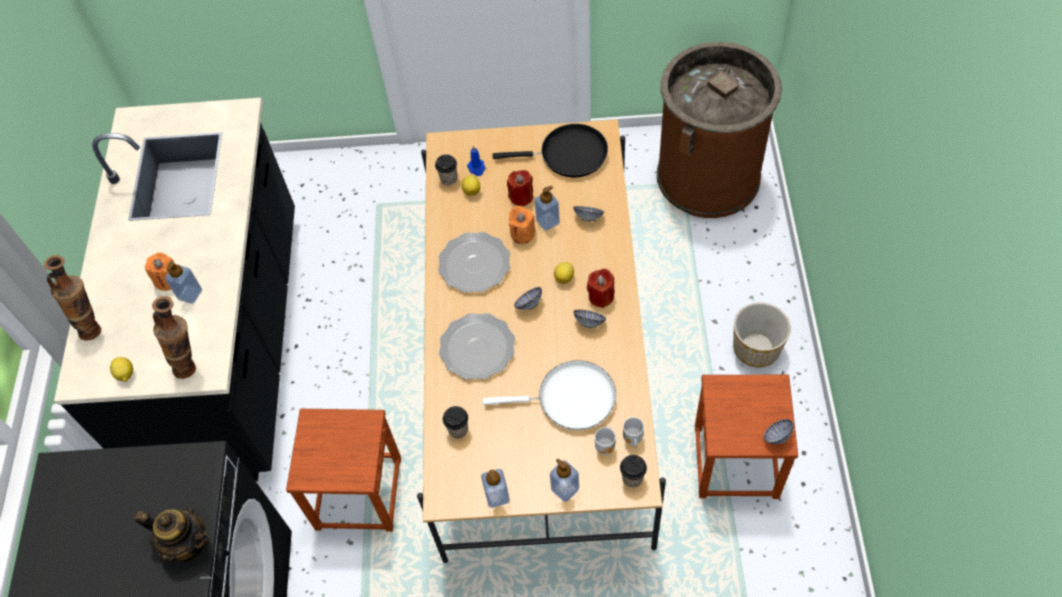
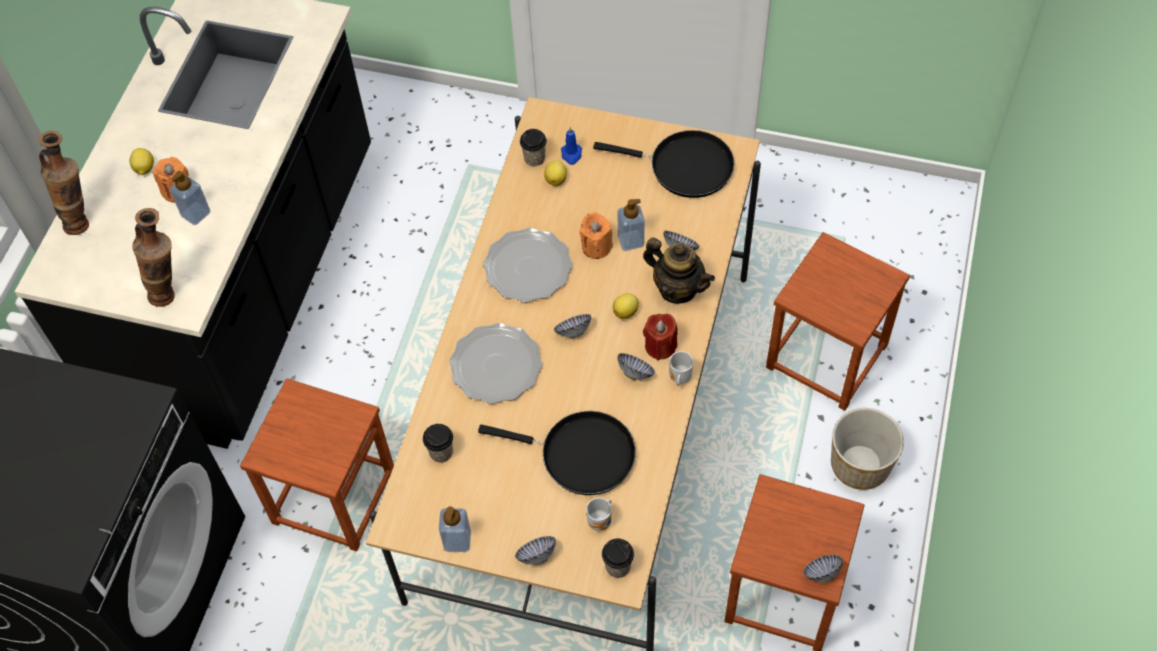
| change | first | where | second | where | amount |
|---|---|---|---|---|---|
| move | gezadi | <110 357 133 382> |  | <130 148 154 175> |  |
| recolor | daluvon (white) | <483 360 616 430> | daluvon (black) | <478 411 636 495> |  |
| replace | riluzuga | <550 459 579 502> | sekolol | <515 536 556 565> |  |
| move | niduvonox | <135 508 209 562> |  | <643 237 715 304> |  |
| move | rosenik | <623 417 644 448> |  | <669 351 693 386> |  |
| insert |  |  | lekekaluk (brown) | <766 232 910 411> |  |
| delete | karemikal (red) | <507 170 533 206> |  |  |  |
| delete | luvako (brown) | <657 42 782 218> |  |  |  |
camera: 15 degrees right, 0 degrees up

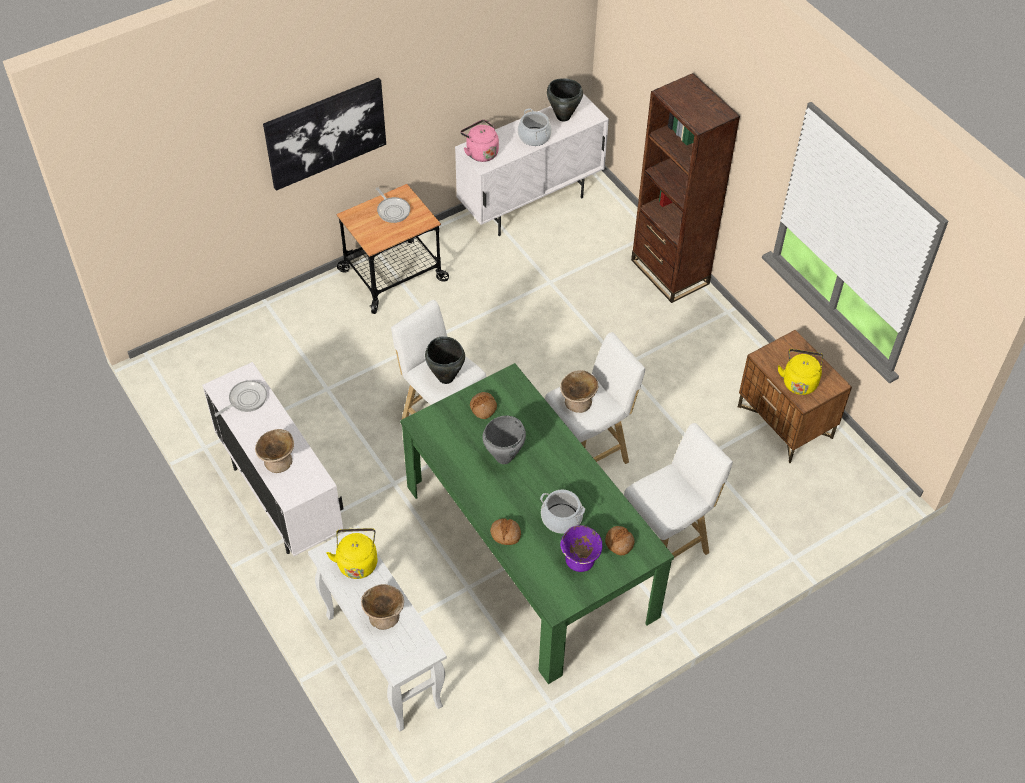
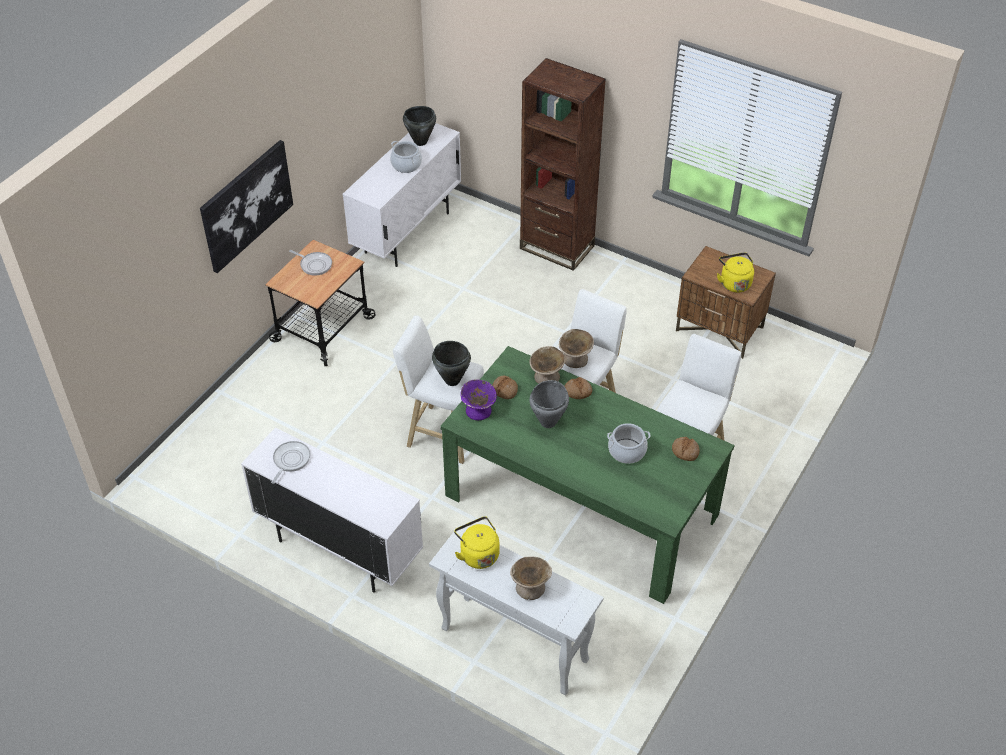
| change | first | where | second | where | amount |
|---|---|---|---|---|---|
| move | sekolol (purple) | <560 525 602 572> |  | <460 379 497 420> |  |
| move | sekolol (beige) | <255 429 294 473> |  | <530 346 566 384> |  |
| move | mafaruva | <490 518 521 545> |  | <565 377 592 399> |  |
| delete | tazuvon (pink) | <461 120 499 162> |  |  |  |
camera: 25 degrees left, 5 degrees down

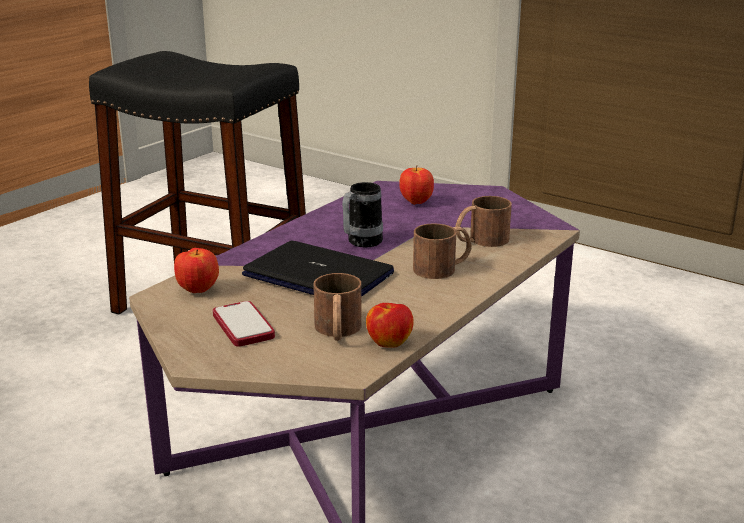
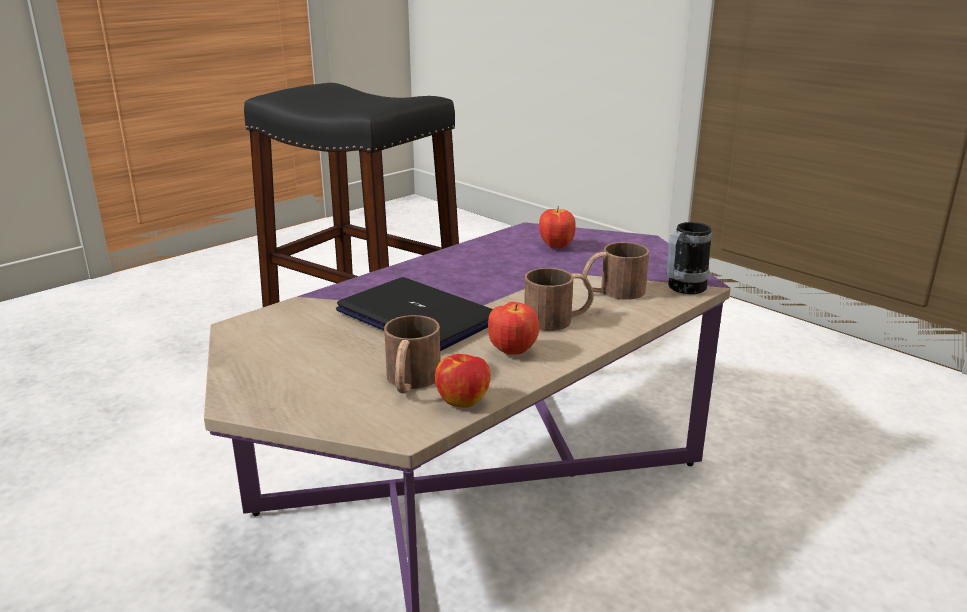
| change | first | where | second | where | amount |
|---|---|---|---|---|---|
| move | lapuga | <174 248 219 293> |  | <488 302 539 355> |  |
| move | rosenik | <342 182 383 247> |  | <667 222 712 294> |  |
| delete | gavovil | <213 301 275 347> |  |  |  |
camera: 10 degrees right, 0 degrees up

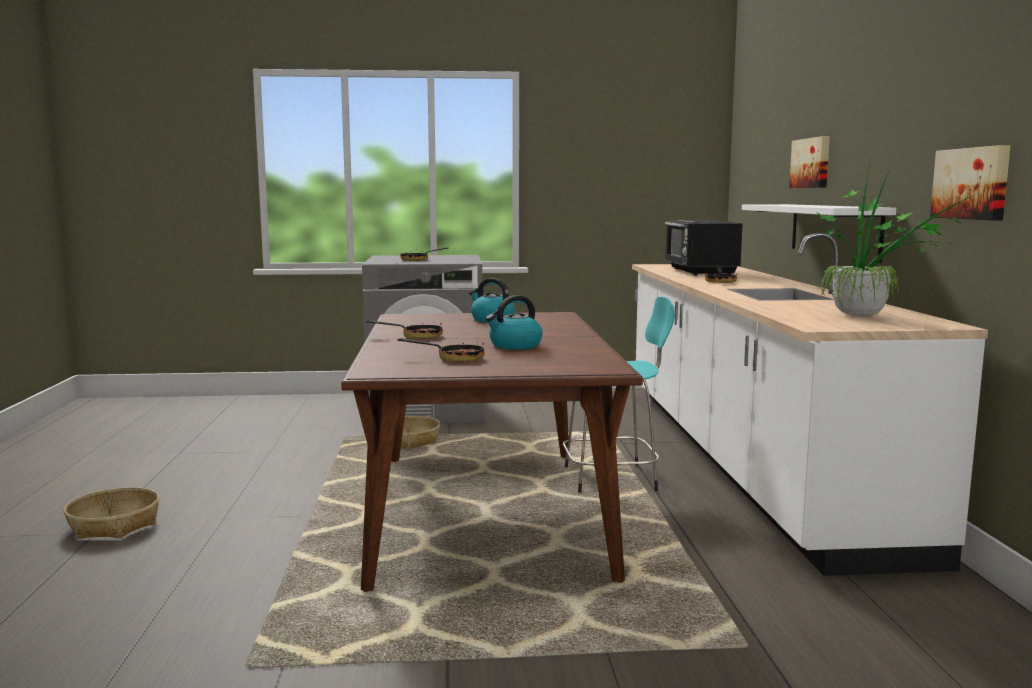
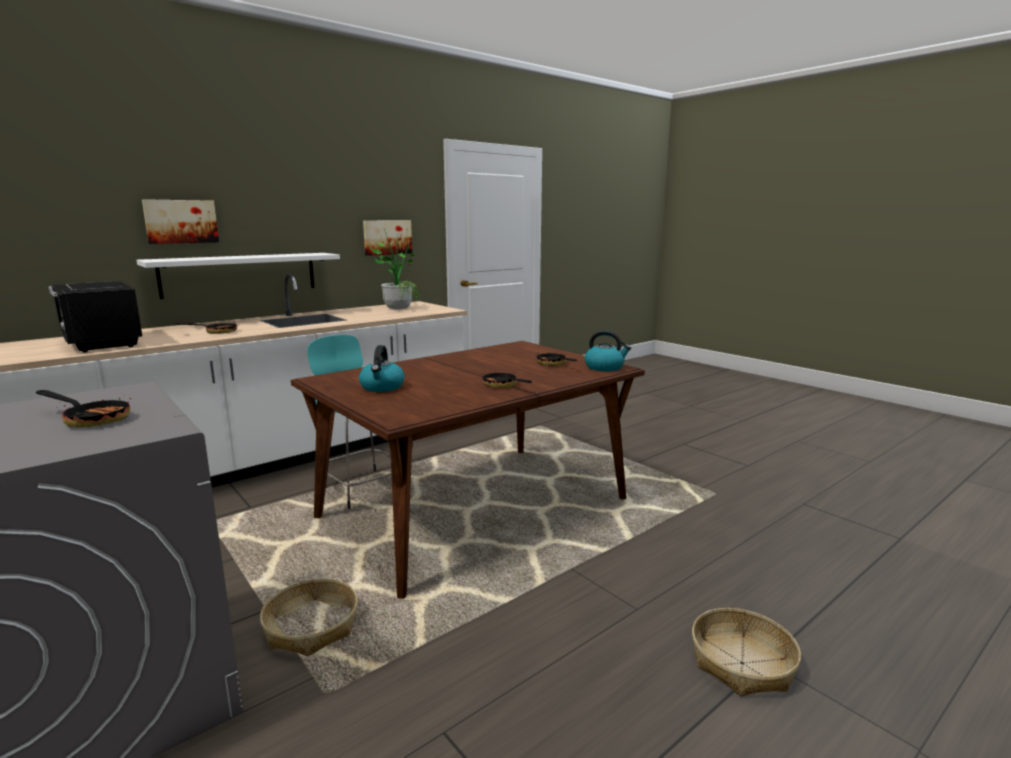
| change | first | where | second | where | amount |
|---|---|---|---|---|---|
| rotate | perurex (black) | <665 220 743 276> |  | <48 281 142 352> | 90 degrees clockwise |
| move | tazuvon | <486 295 543 349> |  | <585 330 631 372> |  |
camera: 125 degrees left, 5 degrees up

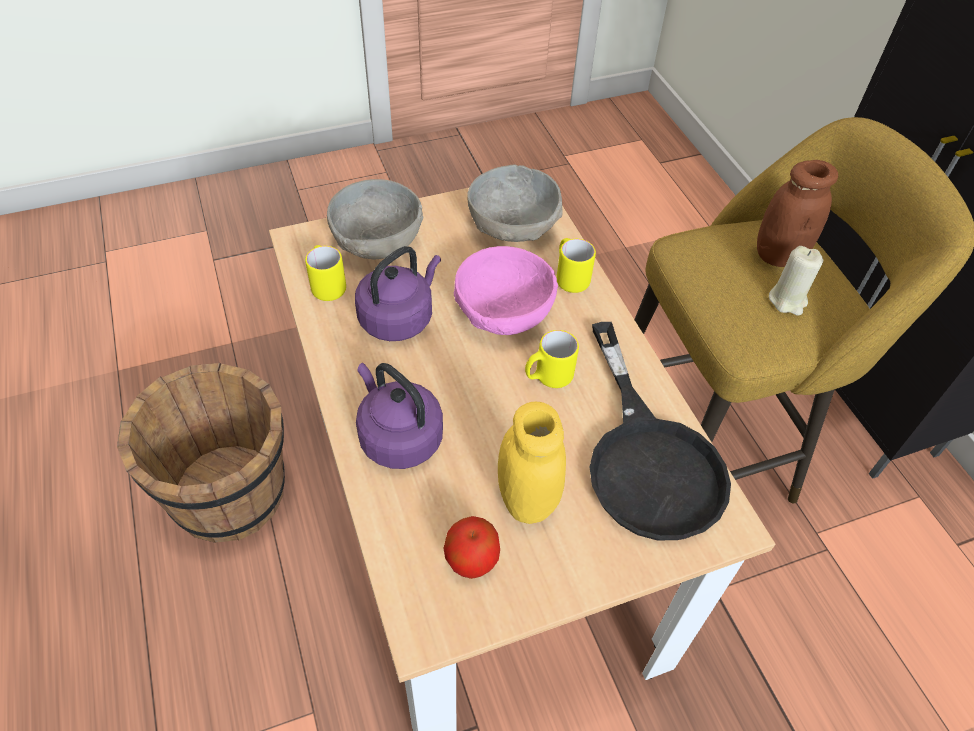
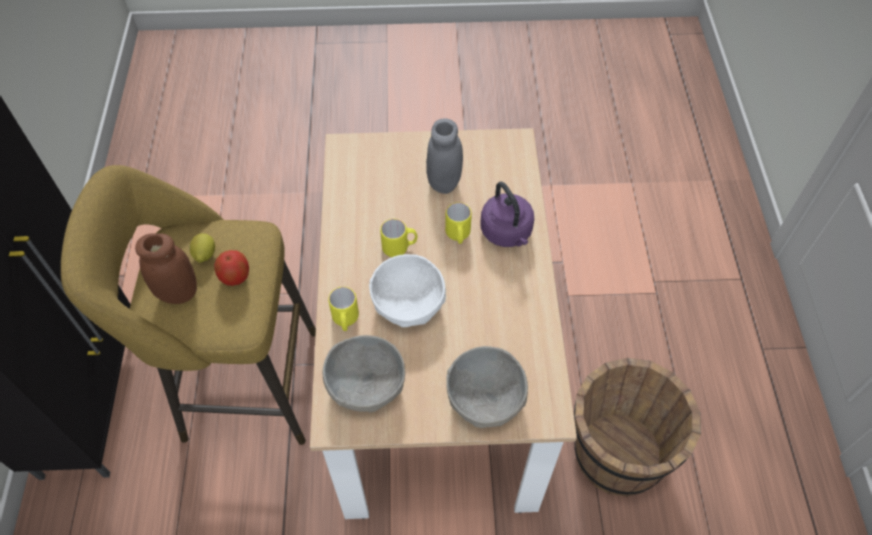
| change | first | where | second | where | amount |
|---|---|---|---|---|---|
| replace | karemikal (beige) | <769 246 823 315> | gezadi | <189 233 215 263> |  |
| move | lapuga | <443 516 500 579> |  | <214 250 249 286> |  |
| recolor | sekolol (pink) | <454 246 558 335> | sekolol (white) | <369 254 446 327> |  |
| recolor | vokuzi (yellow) | <498 402 566 524> | vokuzi (grey) | <426 118 463 194> |  |
| move | rosenik (yellow) | <305 245 346 301> |  | <445 202 472 244> |  |
| delete | tazuvon (purple) | <355 246 441 341> |  |  |  |
| delete | daluvon (black) | <590 322 731 541> |  |  |  |
camera: 160 degrees left, 5 degrees up

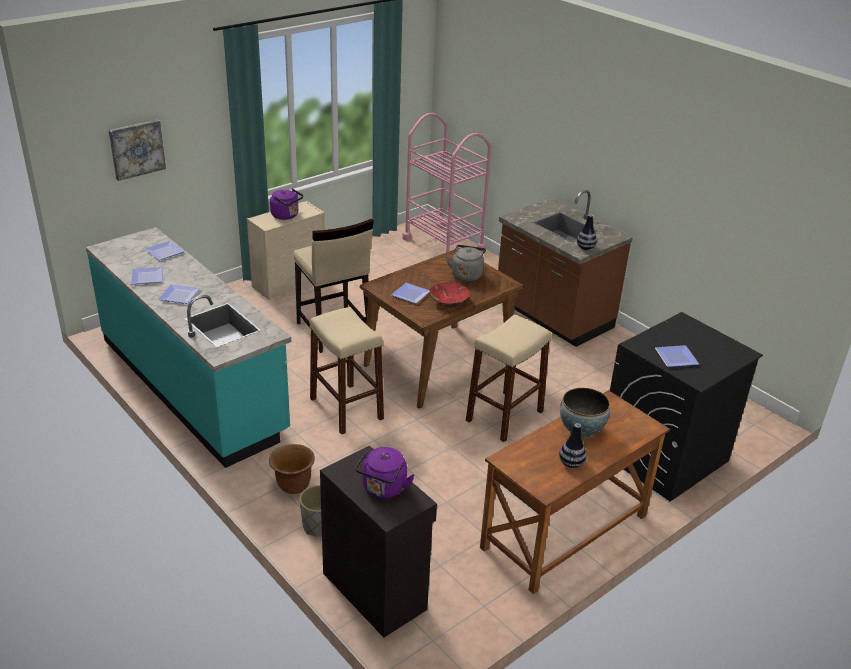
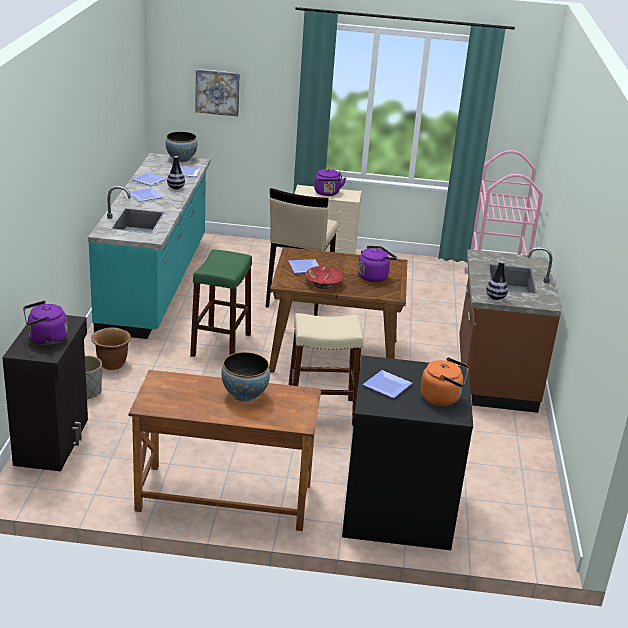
| change | first | where | second | where | amount |
|---|---|---|---|---|---|
| insert |  |  | sekolol | <166 132 197 163> |  |
| move | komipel | <559 423 586 468> |  | <167 156 185 190> |  |
| recolor | lekekaluk (beige) | <310 307 384 435> | lekekaluk (green) | <190 250 252 357> |  |
| recolor | tazuvon (grey) | <446 245 486 281> | tazuvon (purple) | <358 246 397 282> |  |
| insert |  |  | tazuvon (orange) | <420 357 469 406> |  |
camera: 45 degrees right, 5 degrees down

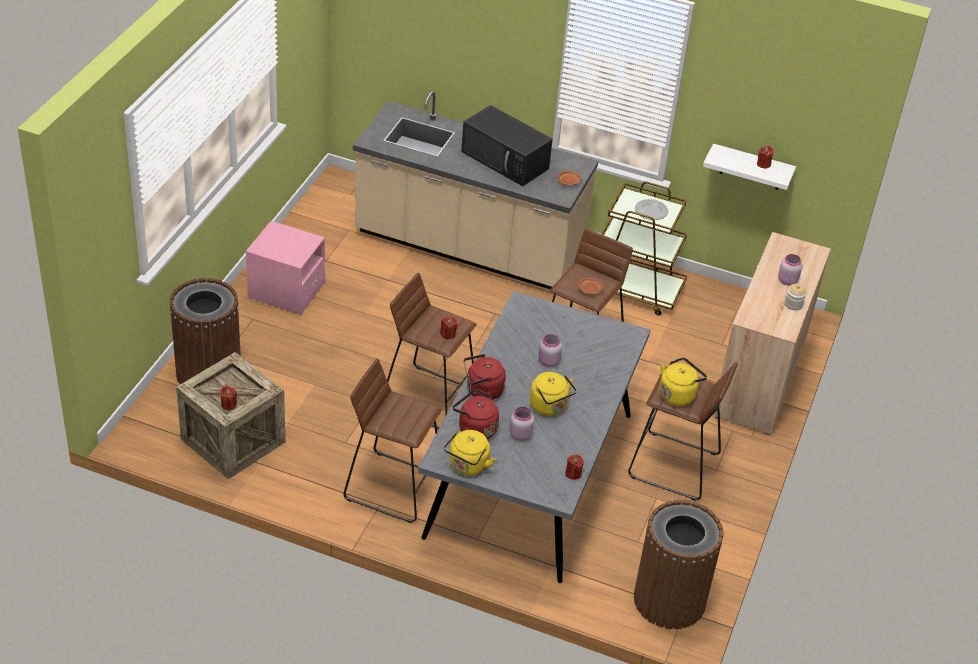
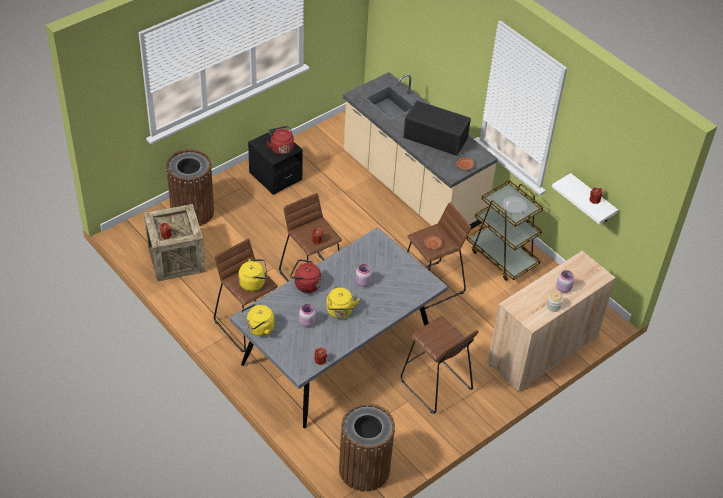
| change | first | where | second | where | amount |
|---|---|---|---|---|---|
| move | tazuvon (yellow) | <659 357 707 406> |  | <238 259 267 291> |  |
| recolor | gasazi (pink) | <246 221 325 315> | gasazi (black) | <248 130 303 195> |  |
| move | tazuvon (red) | <453 389 499 439> |  | <267 126 294 155> |  |
| rotate | perurex (black) | <461 105 552 186> |  | <403 100 471 156> | 135 degrees clockwise |
camera: 30 degrees right, 5 degrees up

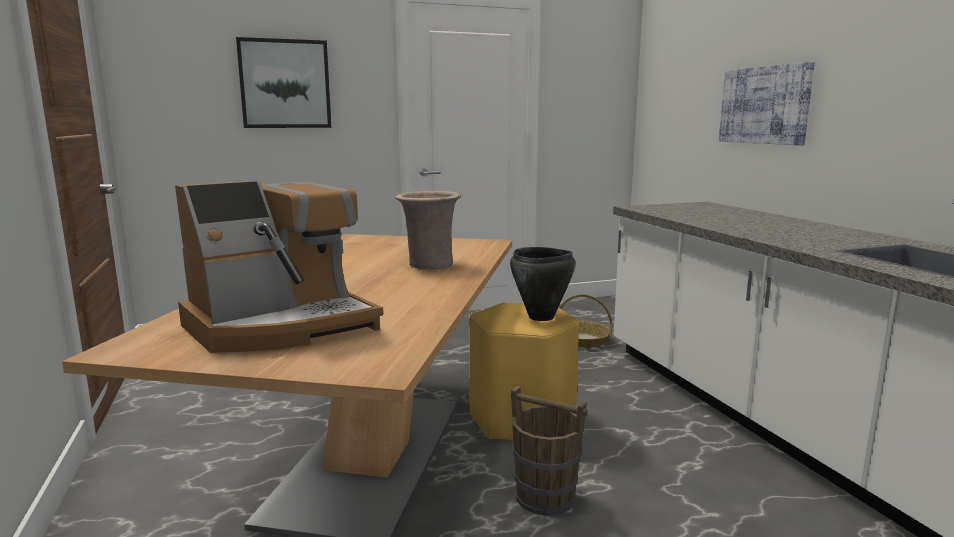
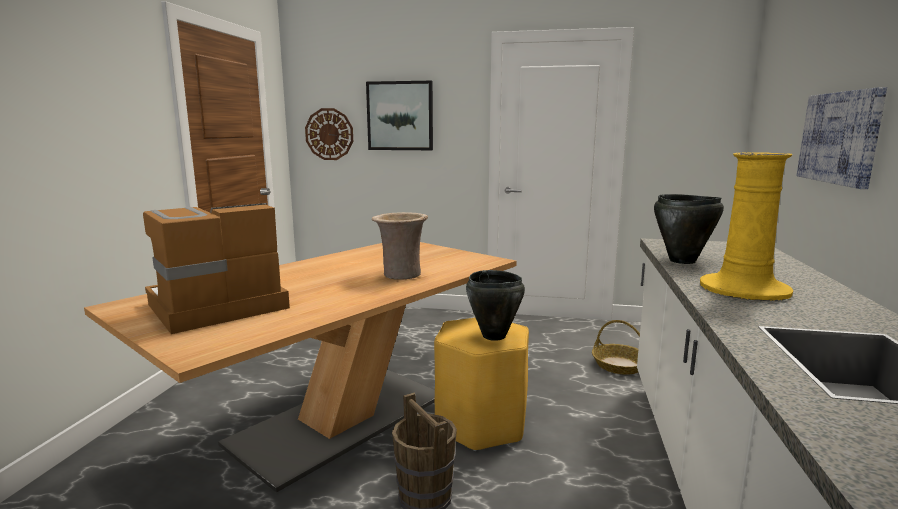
| change | first | where | second | where | amount |
|---|---|---|---|---|---|
| rotate | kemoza | <175 181 383 353> |  | <143 203 290 334> | 150 degrees clockwise |
| insert |  |  | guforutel | <305 108 353 160> |  |
| insert |  |  | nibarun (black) | <654 194 724 264> |  |
| insert |  |  | komipel (yellow) | <700 152 793 301> |  |
camera: 30 degrees right, 0 degrees up

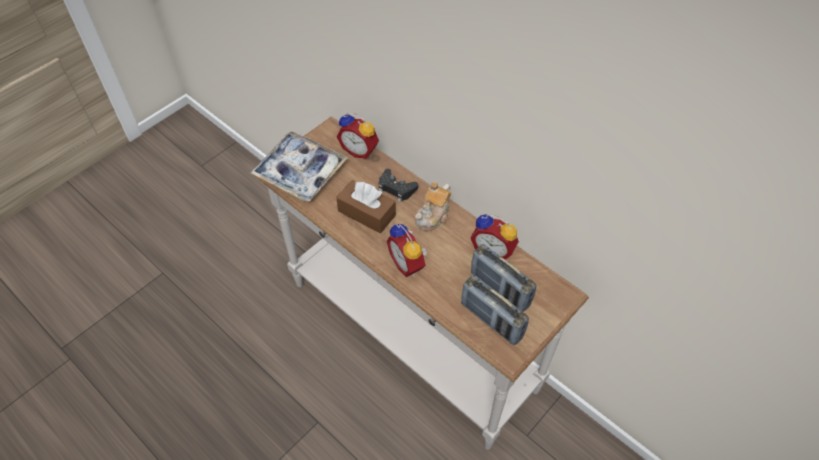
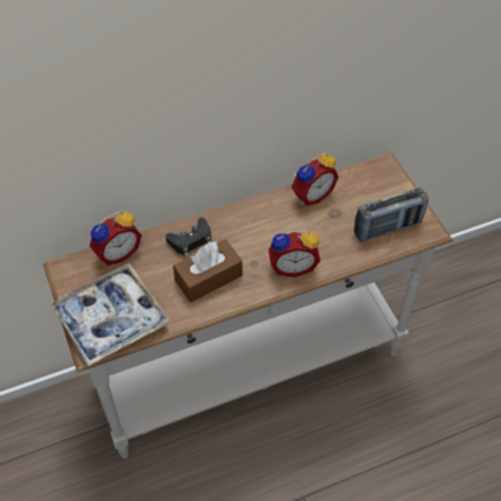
| change | first | where | second | where | amount |
|---|---|---|---|---|---|
| delete | niduvonox | <415 182 451 231> |  |  |  |
| delete | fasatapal | <471 244 537 312> |  |  |  |
camera: 65 degrees left, 0 degrees up

